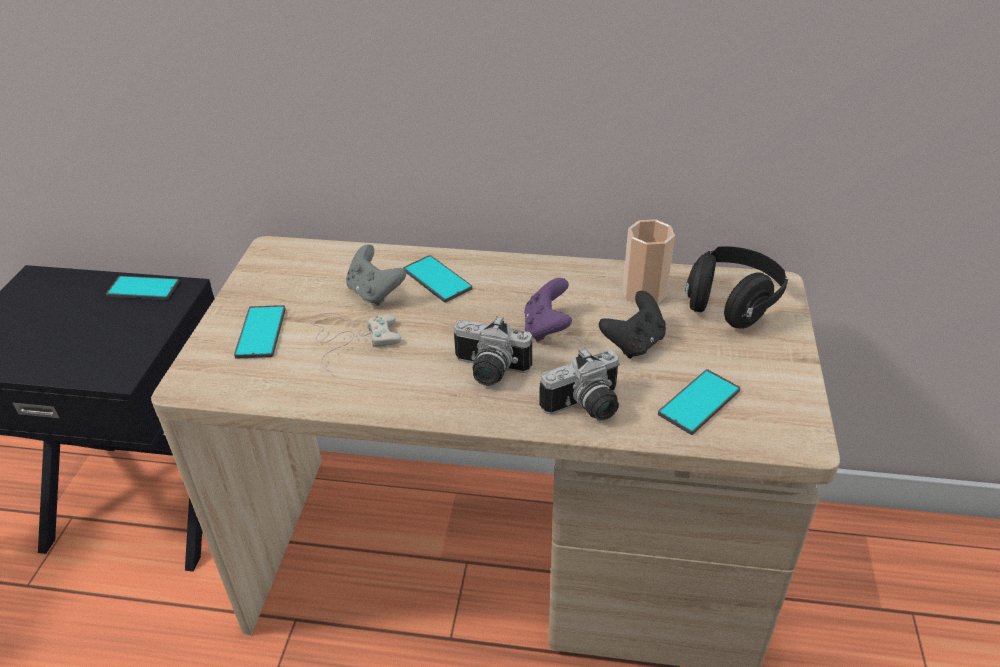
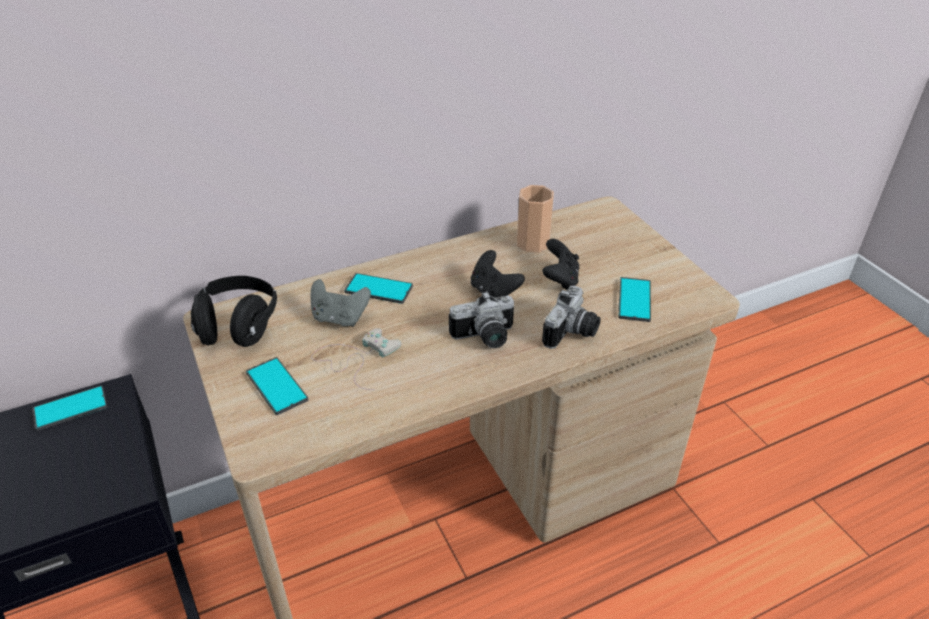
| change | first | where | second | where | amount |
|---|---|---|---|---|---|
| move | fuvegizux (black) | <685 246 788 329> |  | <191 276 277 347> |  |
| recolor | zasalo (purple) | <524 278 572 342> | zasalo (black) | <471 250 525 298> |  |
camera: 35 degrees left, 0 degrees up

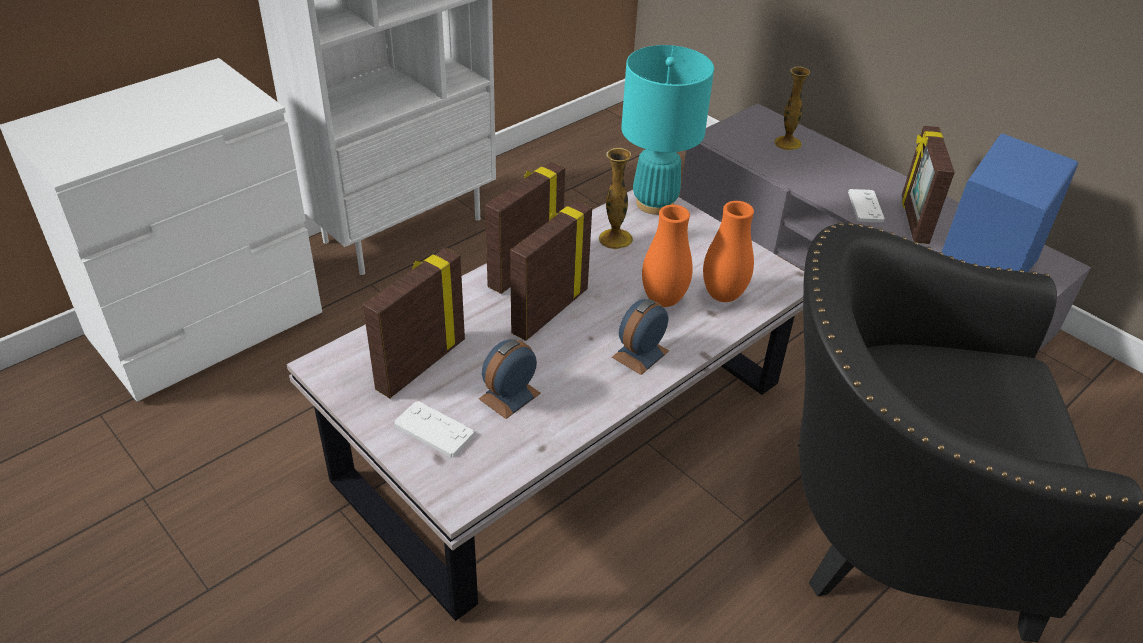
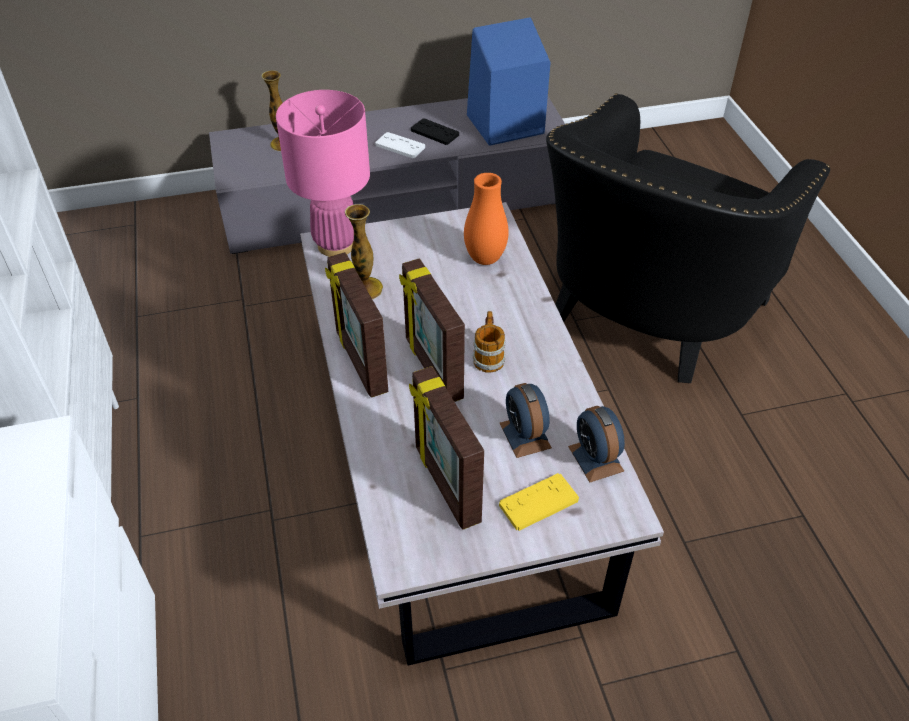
| change | first | where | second | where | amount |
|---|---|---|---|---|---|
| recolor | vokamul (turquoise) | <621 45 714 215> | vokamul (pink) | <276 90 370 256> |  |
| replace | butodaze | <902 126 955 244> | zasalo (black) | <411 118 459 145> |  |
| insert |  |  | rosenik | <473 311 505 373> |  |
| recolor | zasalo (white) | <394 401 474 458> | zasalo (yellow) | <499 473 579 531> |  |
| move | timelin | <612 299 669 375> |  | <568 406 625 482> |  |
| delete | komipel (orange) | <642 205 693 307> |  |  |  |
camera: 60 degrees left, 5 degrees up

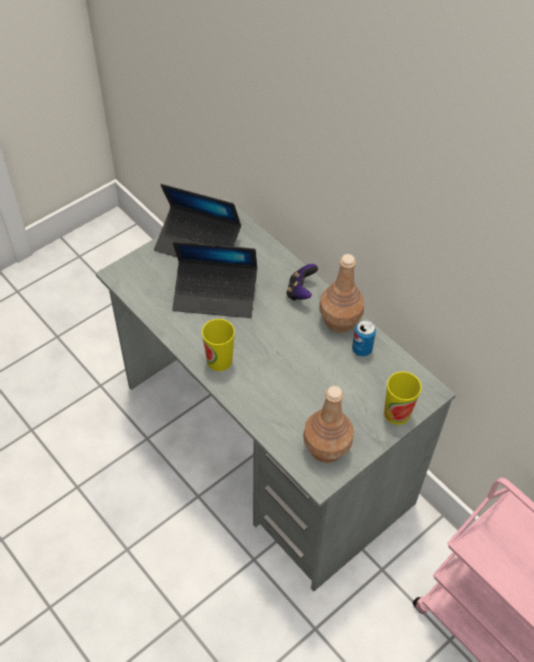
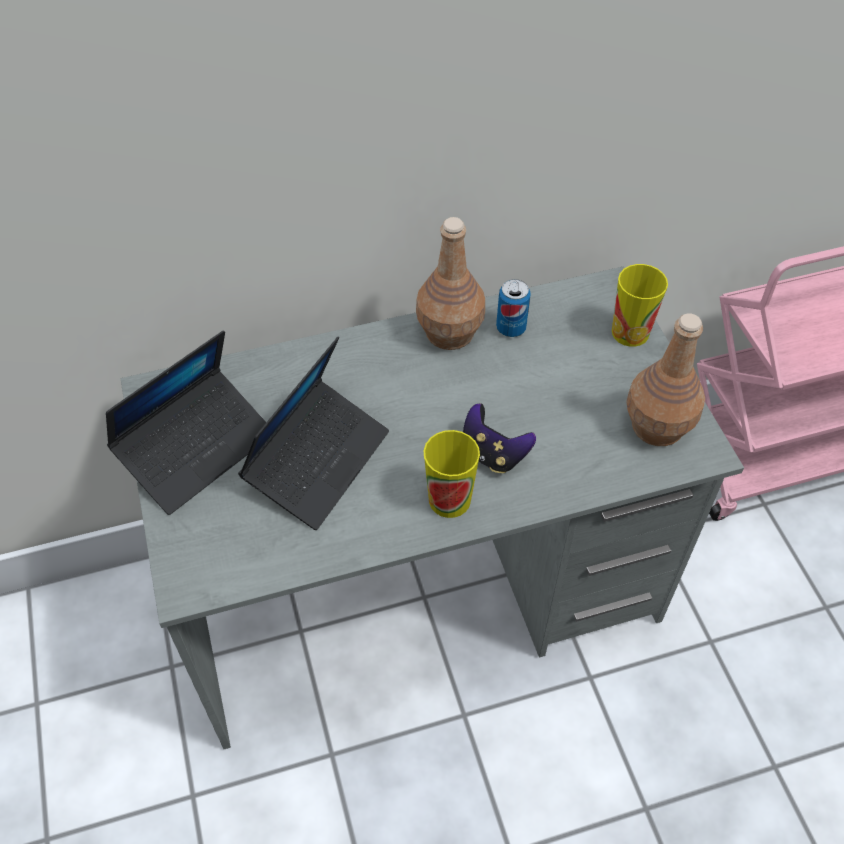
| change | first | where | second | where | amount |
|---|---|---|---|---|---|
| move | zasalo | <286 264 318 301> |  | <463 404 536 473> |  |
camera: 65 degrees left, 0 degrees up

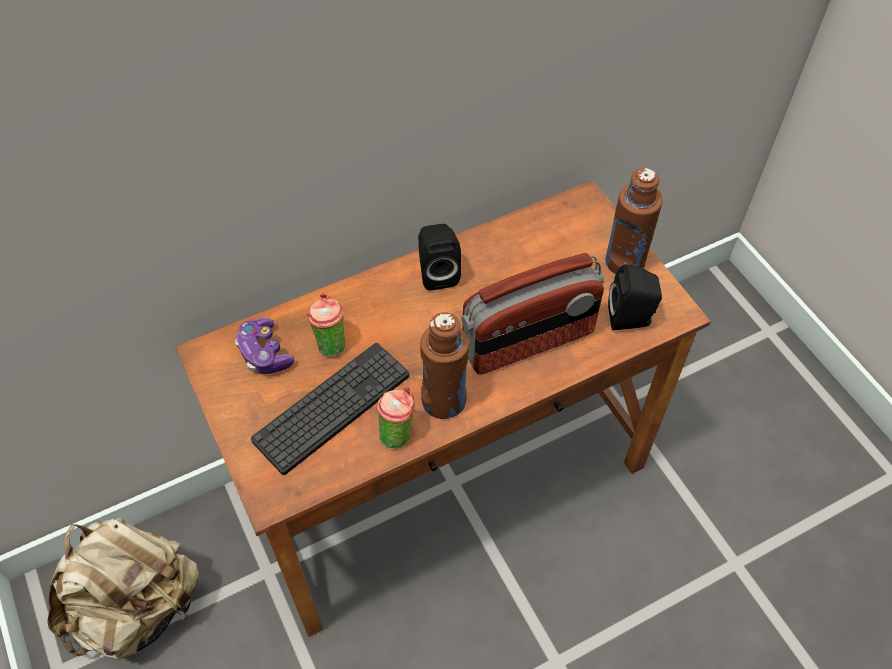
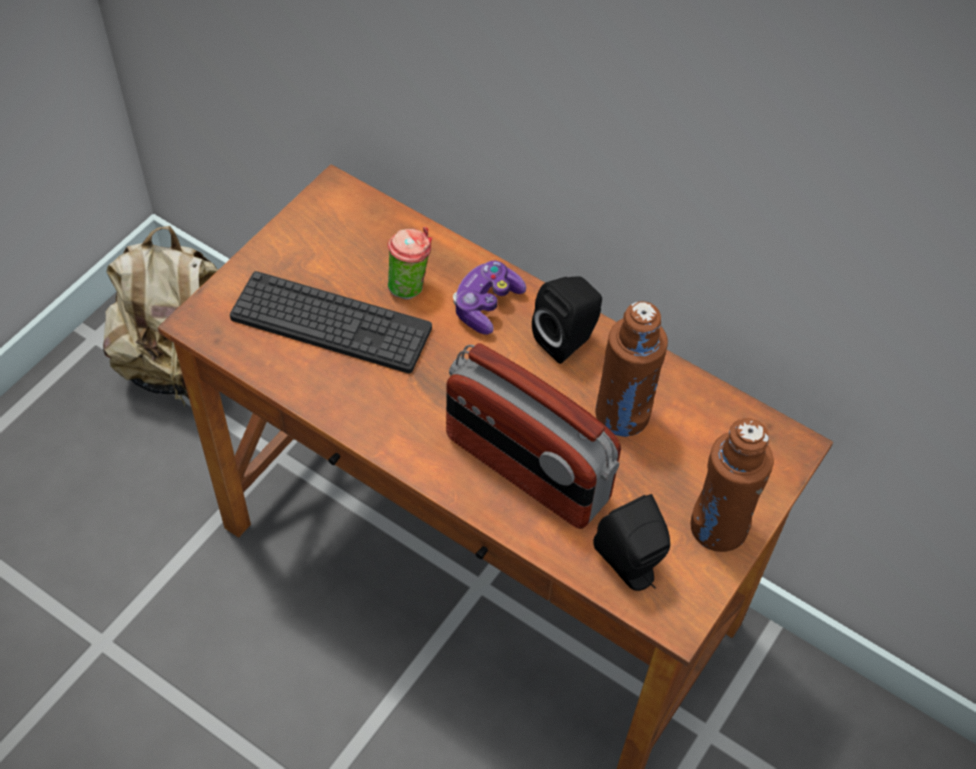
| change | first | where | second | where | amount |
|---|---|---|---|---|---|
| move | zasalo | <235 317 294 374> |  | <453 261 526 335> |  |
| move | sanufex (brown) | <420 312 469 419> |  | <596 301 668 437> |  |
| delete | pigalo | <376 387 415 448> |  |  |  |
camera: 60 degrees right, 0 degrees up

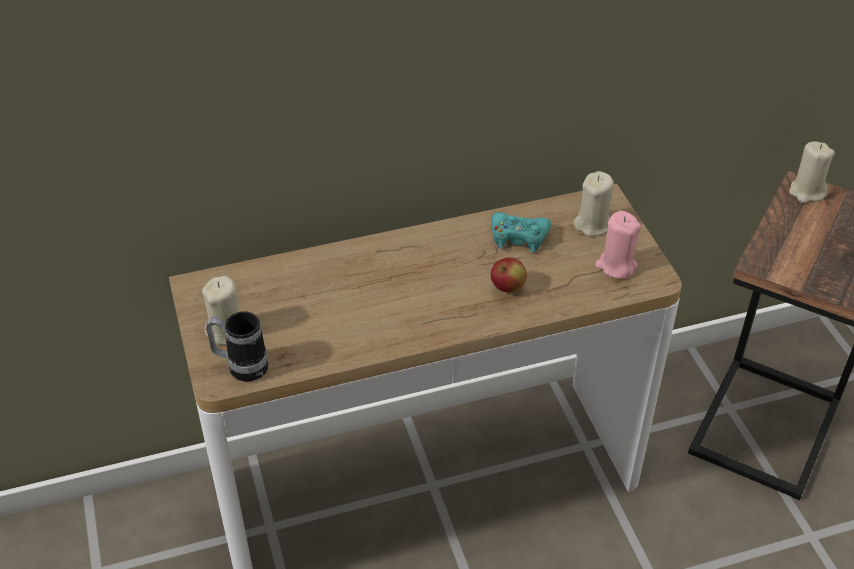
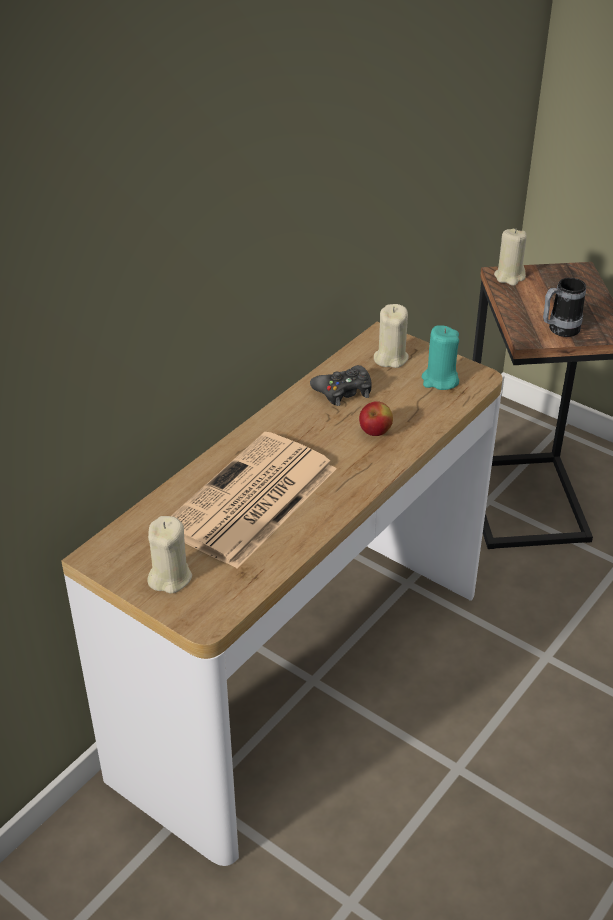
| change | first | where | second | where | amount |
|---|---|---|---|---|---|
| insert |  |  | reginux | <171 432 337 569> |  |
| recolor | zasalo (turquoise) | <491 212 551 253> | zasalo (black) | <310 365 371 406> |  |
| recolor | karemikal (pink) | <595 211 641 279> | karemikal (turquoise) | <422 325 459 390> |  |
| move | rosenik | <206 311 268 381> |  | <543 278 586 337> |  |
camera: 35 degrees left, 5 degrees down

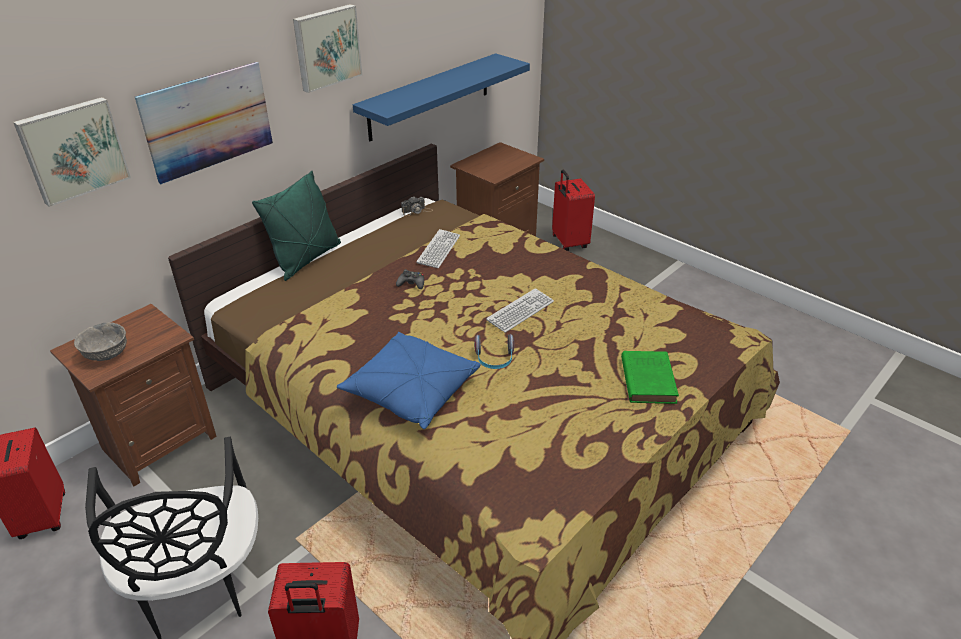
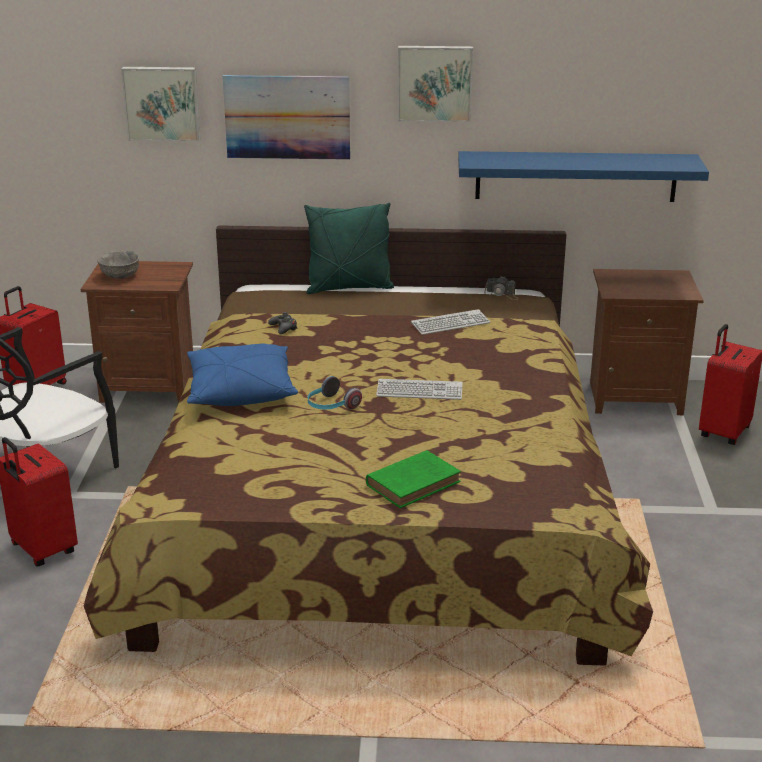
| change | first | where | second | where | amount |
|---|---|---|---|---|---|
| move | zasalo (black) | <396 269 424 289> |  | <268 312 297 334> |  |
camera: 50 degrees right, 10 degrees down

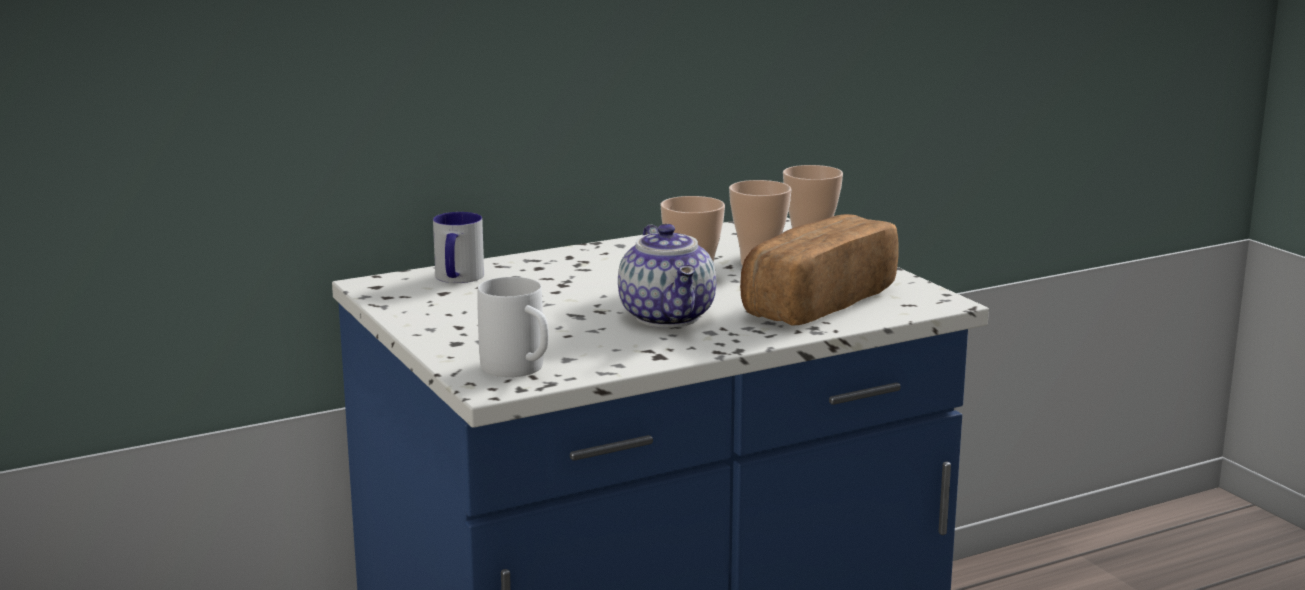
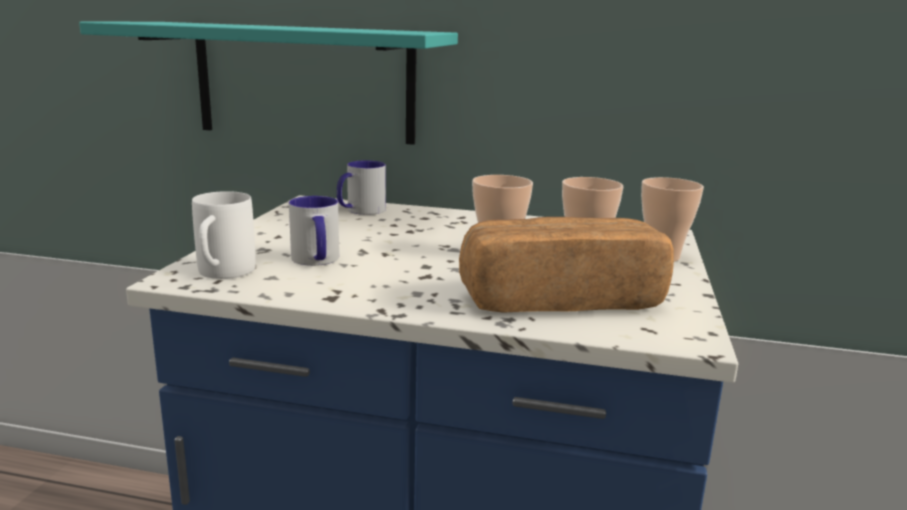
| change | first | where | second | where | amount |
|---|---|---|---|---|---|
| insert |  |  | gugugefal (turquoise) | <79 21 458 145> |  |
| insert |  |  | rosenik | <289 196 339 266> |  |
| delete | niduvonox | <618 224 716 328> |  |  |  |
camera: 40 degrees right, 0 degrees up

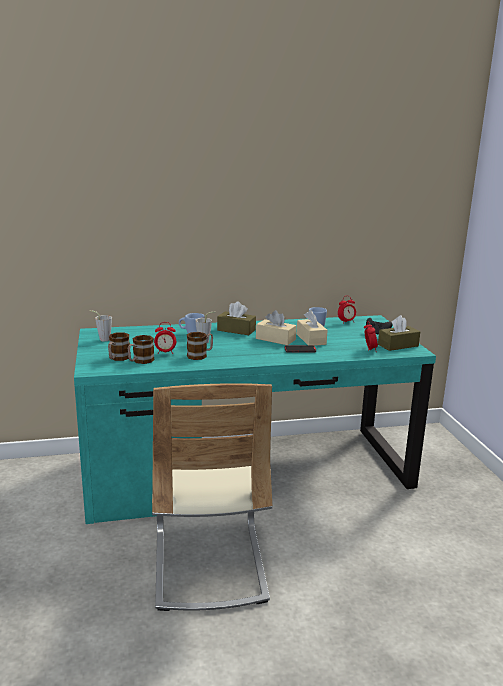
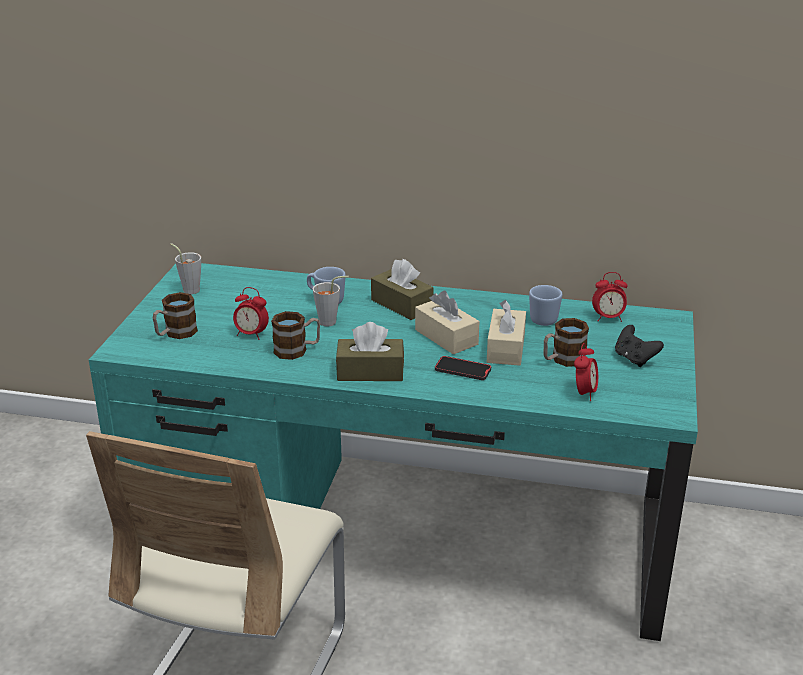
| change | first | where | second | where | amount |
|---|---|---|---|---|---|
| move | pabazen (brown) | <378 315 420 351> |  | <336 322 404 381> |  |
| move | rosenik | <128 335 154 364> |  | <544 318 589 367> |  |
camera: 25 degrees right, 10 degrees up

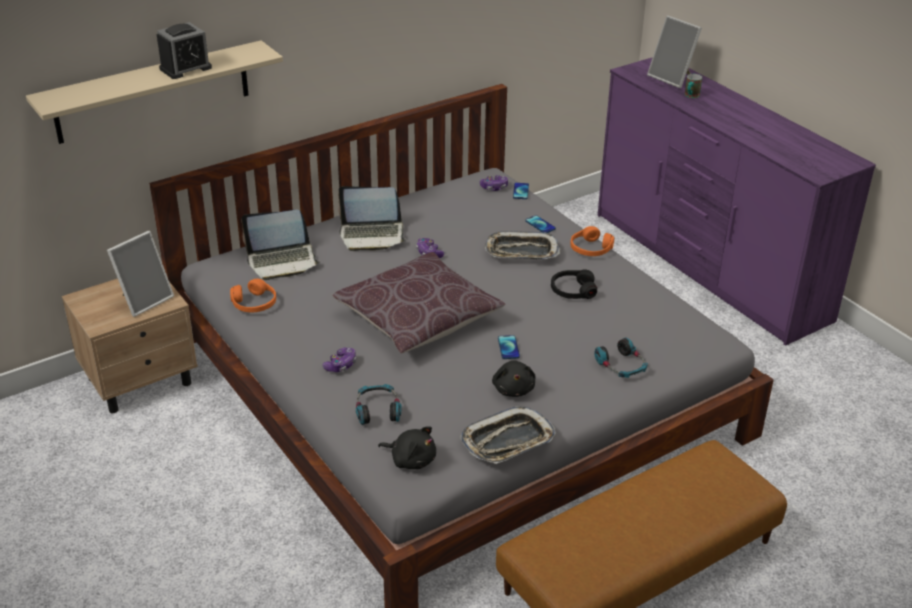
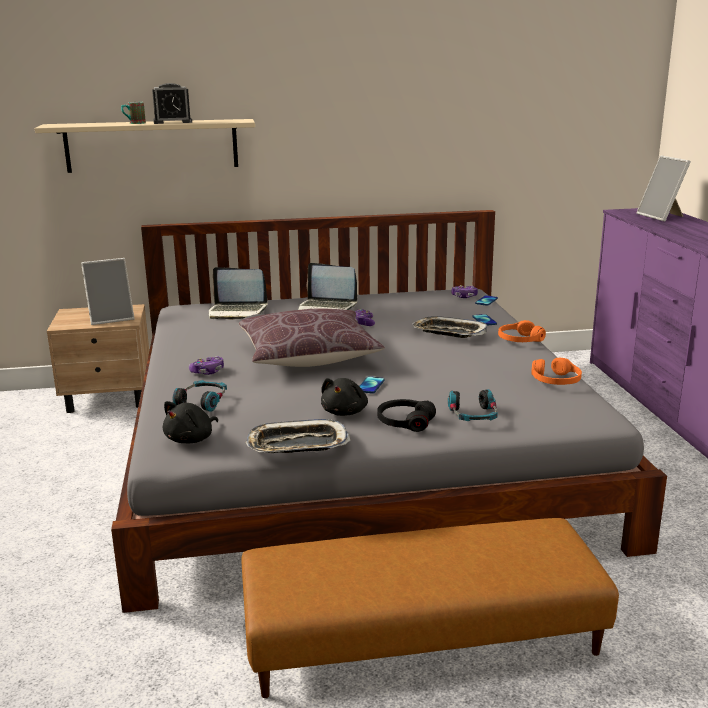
| change | first | where | second | where | amount |
|---|---|---|---|---|---|
| move | rosenik | <685 74 702 98> |  | <121 102 146 124> |  |
| rotate | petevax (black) | <378 426 436 469> |  | <163 401 218 443> | 75 degrees clockwise |
| move | fuvegizux (black) | <551 269 597 299> |  | <377 399 436 432> |  |
| move | fuvegizux (orange) | <230 279 276 313> |  | <531 358 582 385> |  |
camera: 25 degrees right, 15 degrees down

